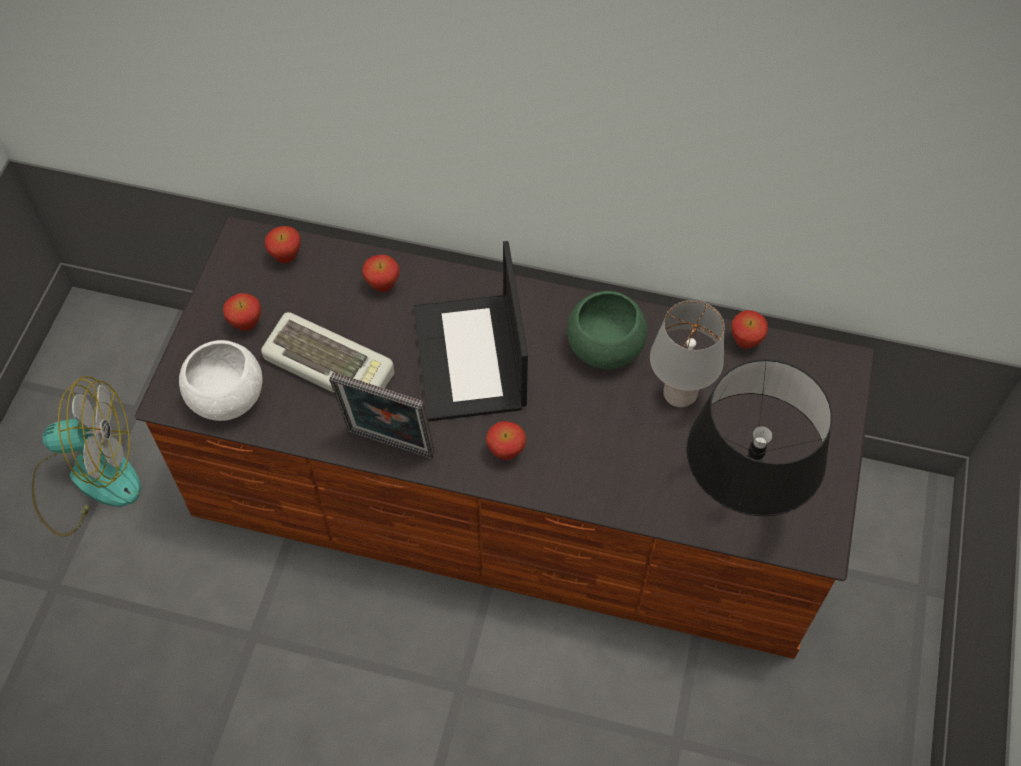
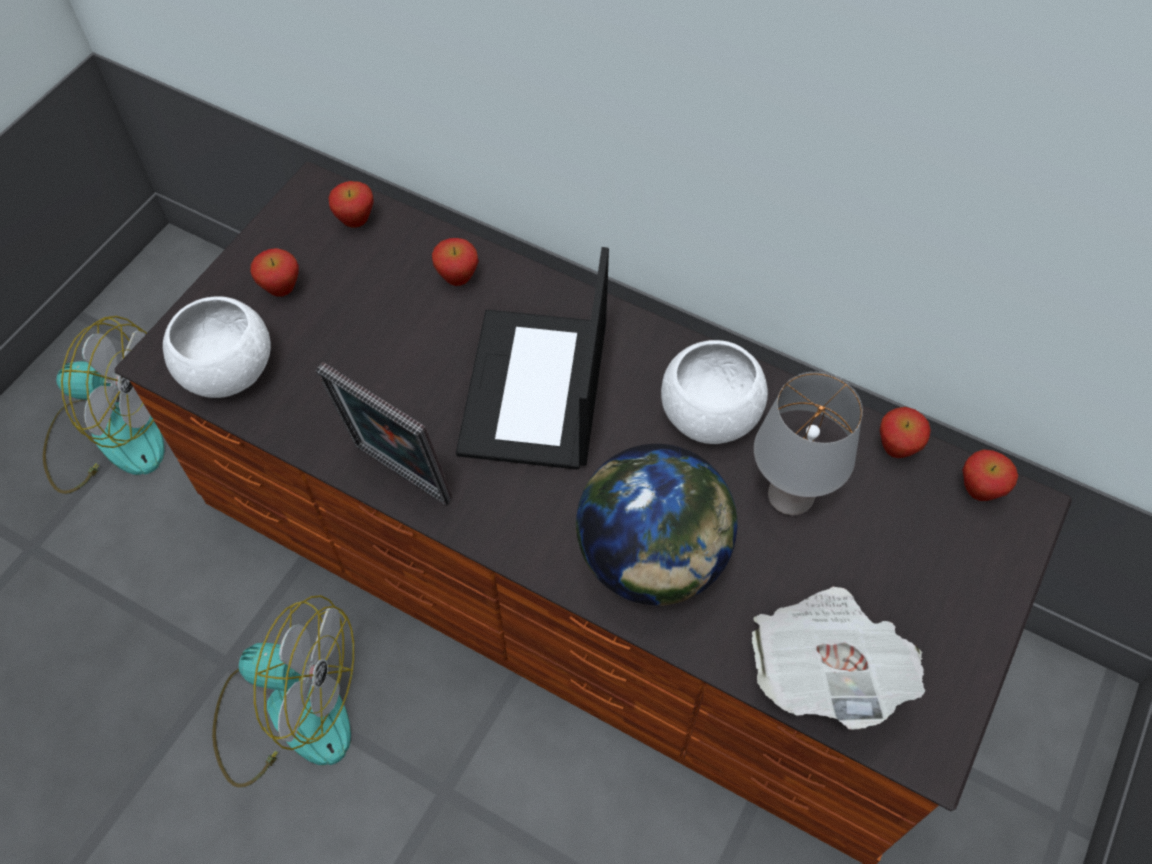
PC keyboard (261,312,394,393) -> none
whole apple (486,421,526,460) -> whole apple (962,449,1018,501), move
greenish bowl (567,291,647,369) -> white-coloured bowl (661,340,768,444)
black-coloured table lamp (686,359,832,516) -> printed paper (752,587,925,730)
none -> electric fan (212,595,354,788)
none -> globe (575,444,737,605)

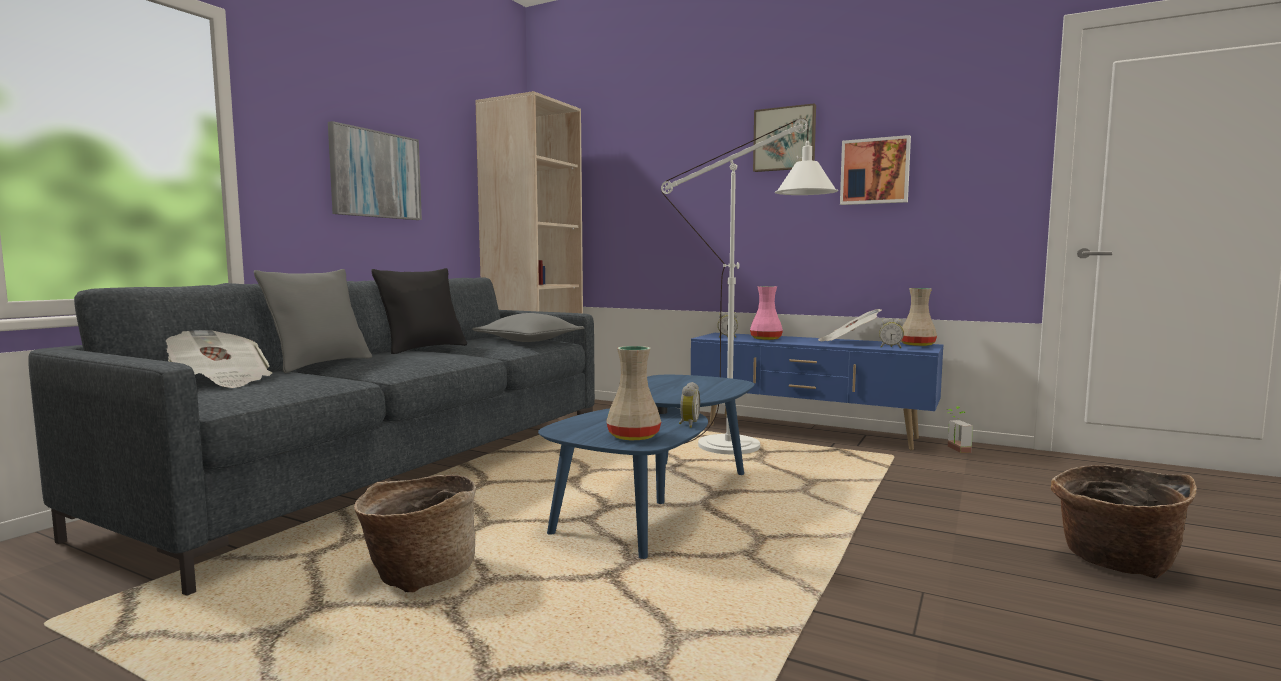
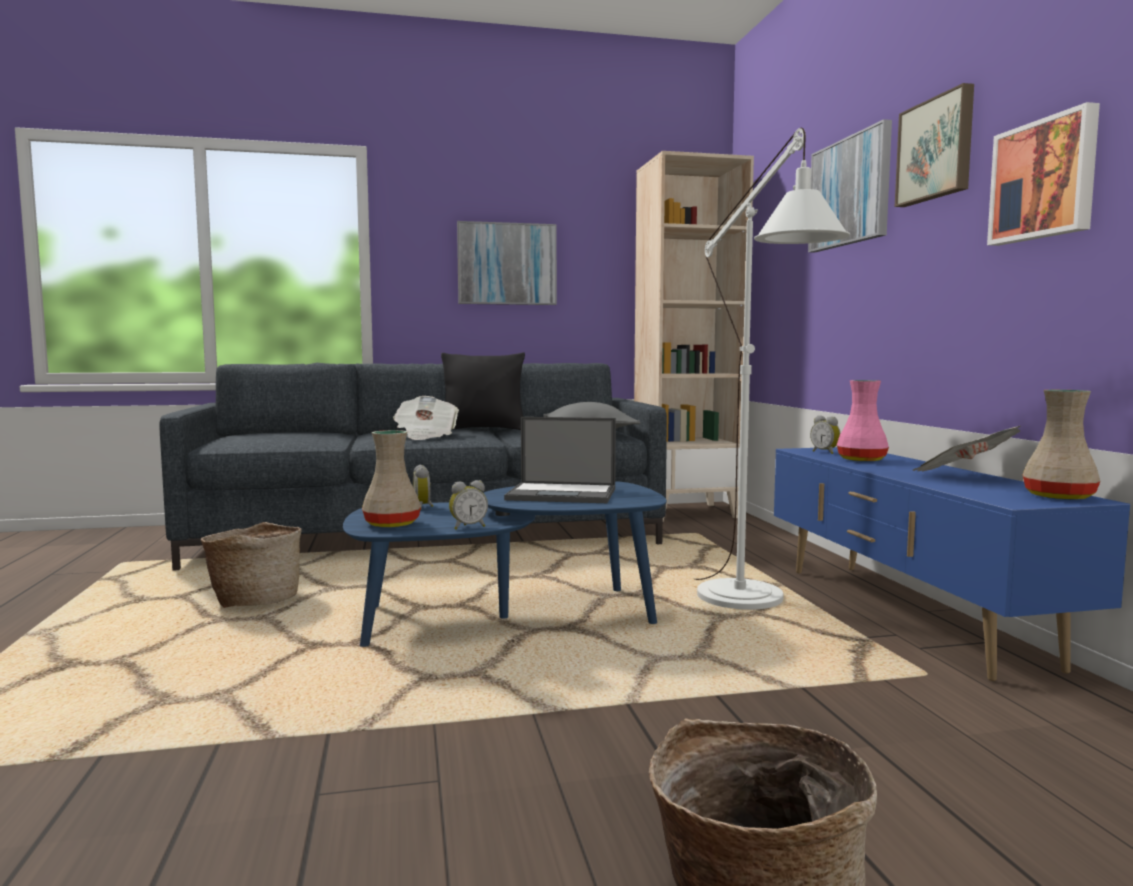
printed paper (166,330,272,388) -> printed paper (393,396,459,440), move
grey cushion (254,269,372,373) -> none
bedside clock (879,318,904,349) -> bedside clock (413,465,434,510), move
plant in a pot (948,406,973,453) -> none
none -> laptop (504,417,616,503)
none -> picture (808,119,892,252)

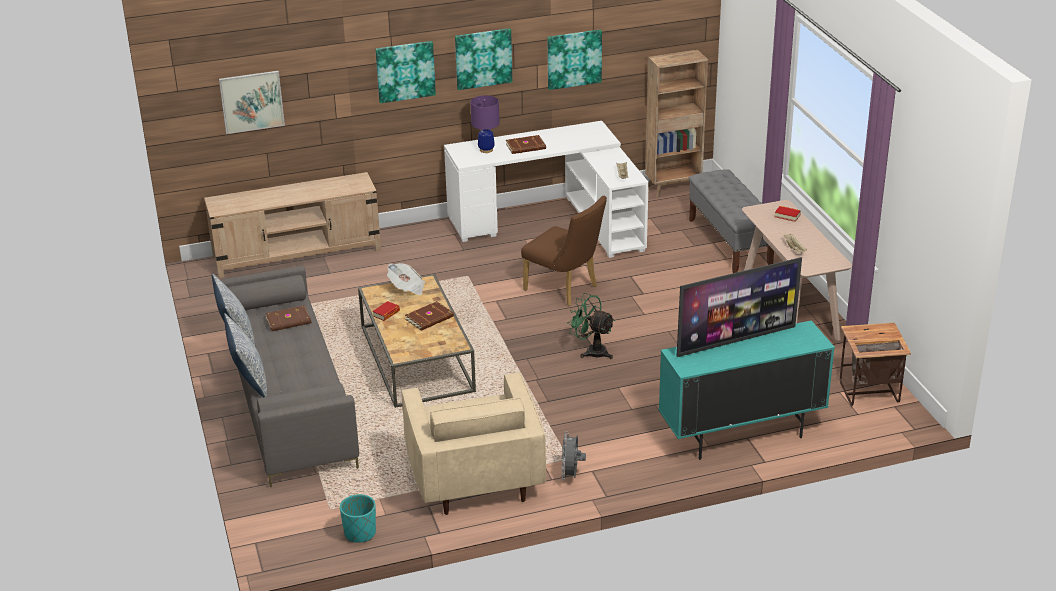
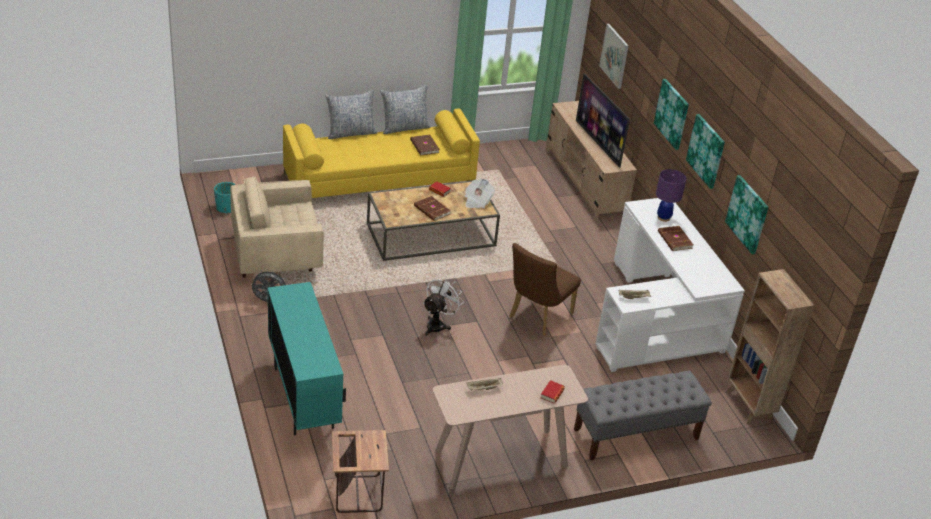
grey sofa (221,266,359,487) -> yellow-coloured sofa (283,109,480,198)
greenish electric fan (567,293,615,359) -> white-coloured electric fan (423,276,464,336)
TV (676,257,802,357) -> TV (576,73,630,168), move

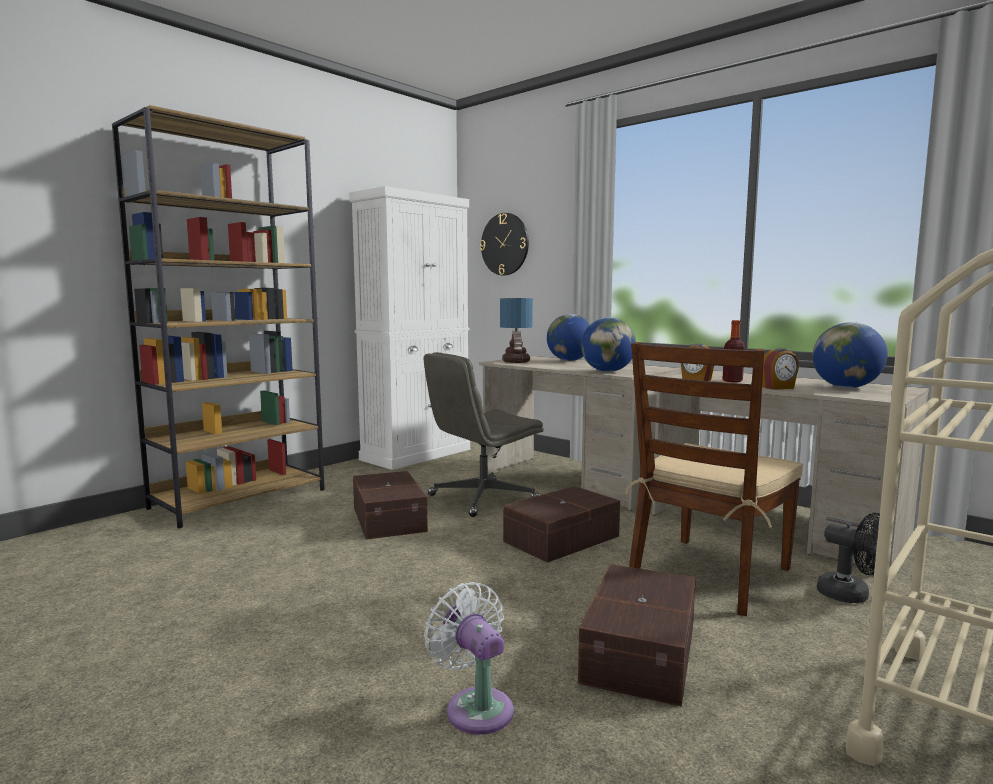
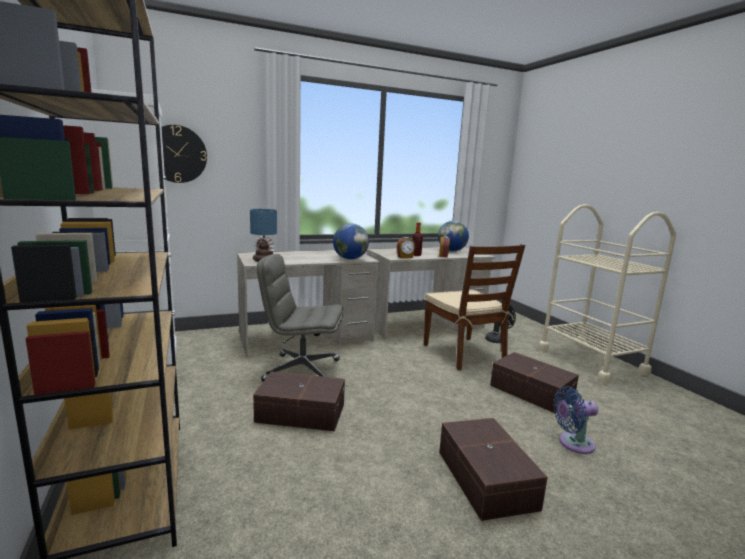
grey desk chair (424,352,544,517) -> grey desk chair (257,254,344,381), 105 degrees clockwise
white-coloured electric fan (424,582,514,735) -> bluish electric fan (553,386,598,454)
brownish storage bin (503,486,620,563) -> brownish storage bin (439,418,548,521), move
globe (547,314,590,361) -> none

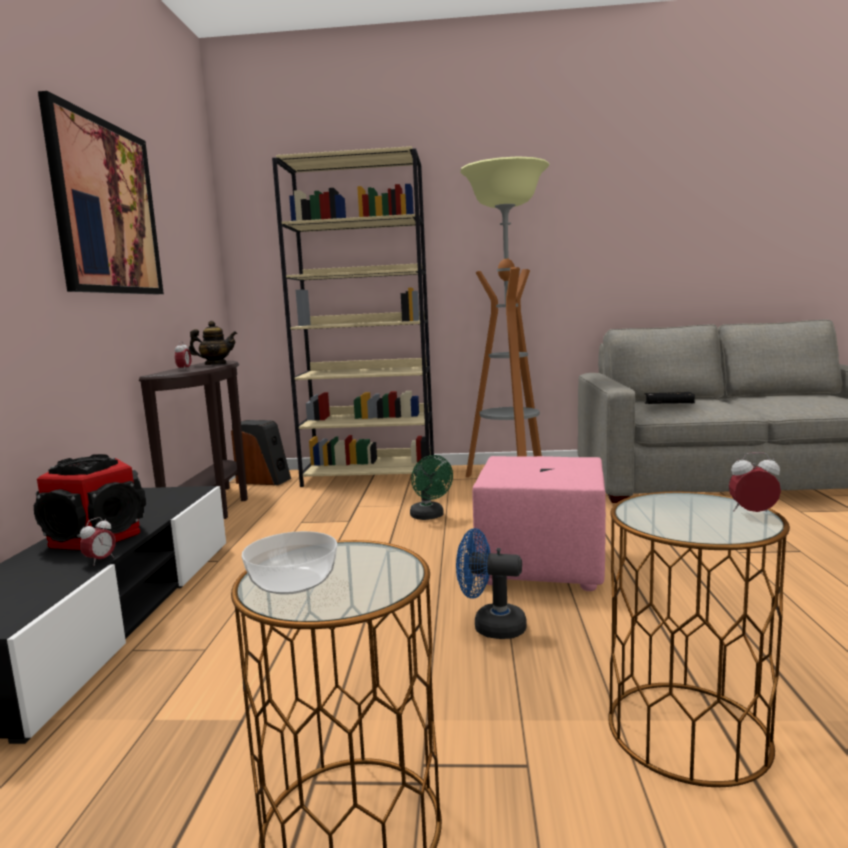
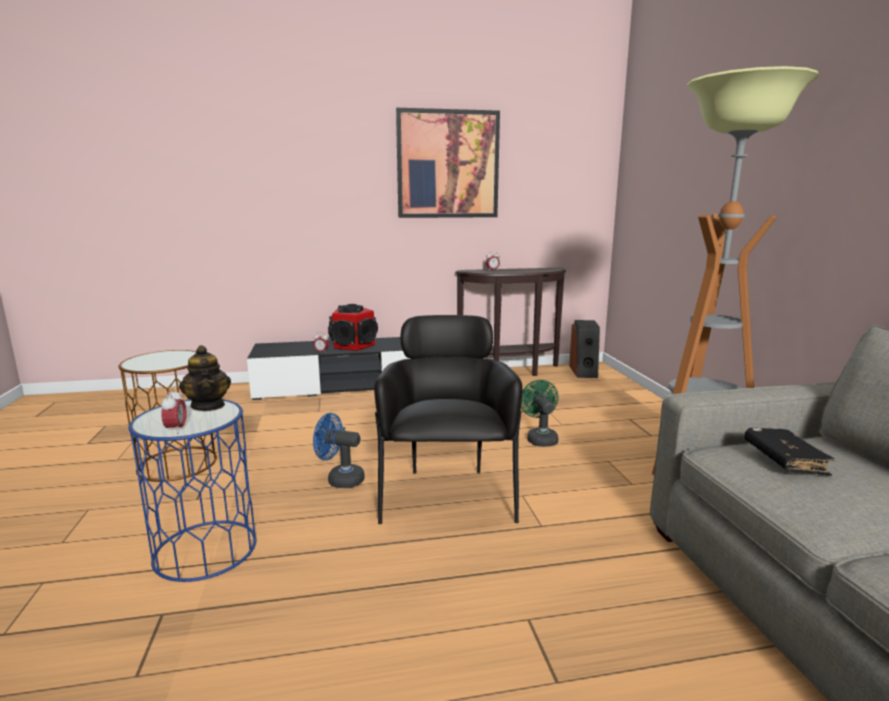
pot for tea (189,321,237,365) -> pot for tea (179,345,231,411), move
bowl (242,531,338,595) -> none
sand-coloured bookshelf (272,146,434,487) -> none
greenish electric fan (410,455,453,520) -> greenish electric fan (521,380,559,447), 120 degrees clockwise
bluish electric fan (456,528,526,639) -> bluish electric fan (313,413,365,488), 75 degrees counterclockwise
pink pouffe (472,456,606,591) -> black-coloured armchair (374,315,523,524)
brownish end table (608,492,790,787) -> bluish end table (129,399,256,582)

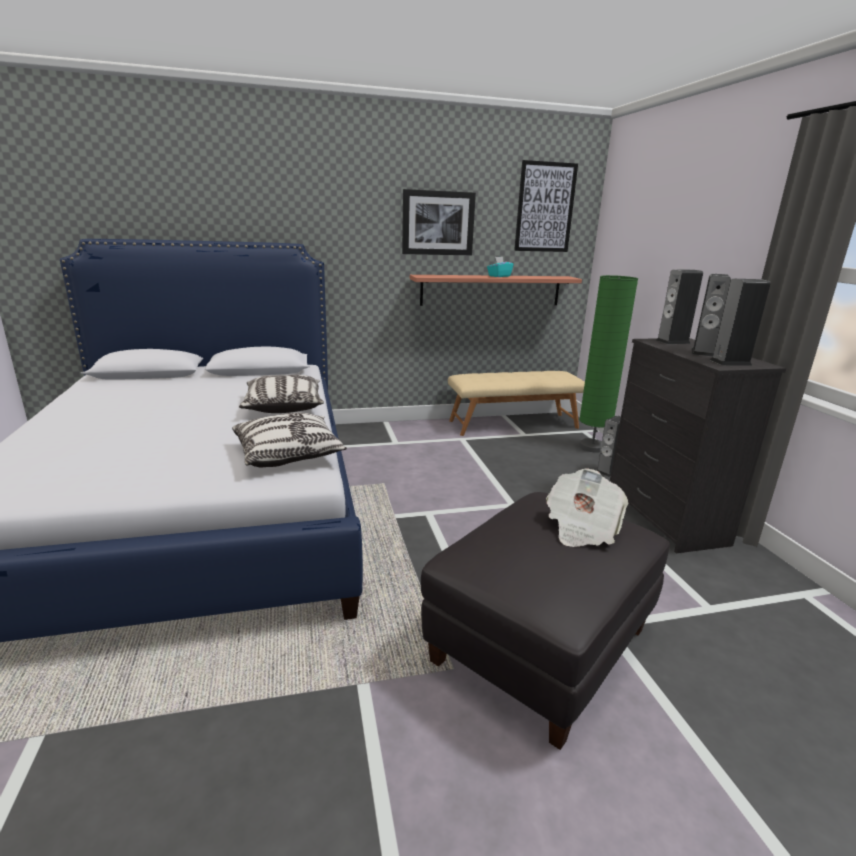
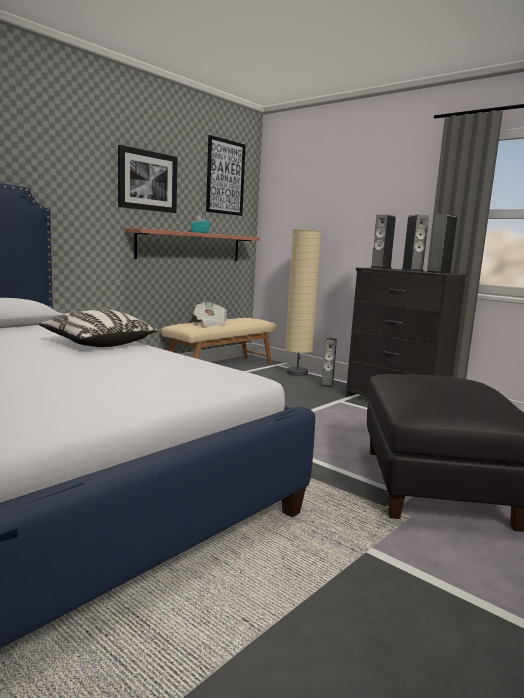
cushion (232,413,347,467) -> none
printed paper (546,468,628,547) -> printed paper (193,302,227,327), move
greenish standard lamp (579,275,638,453) -> sand-coloured standard lamp (285,229,322,376)

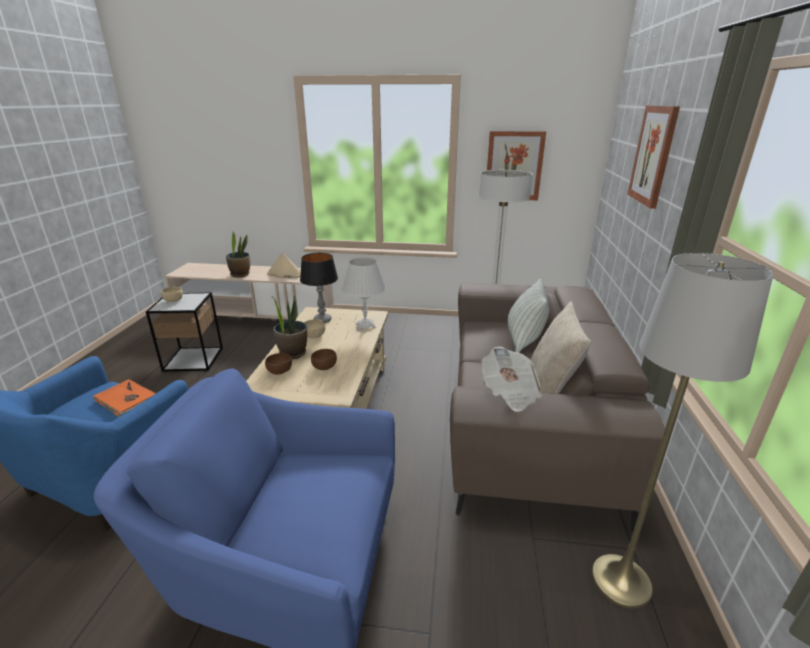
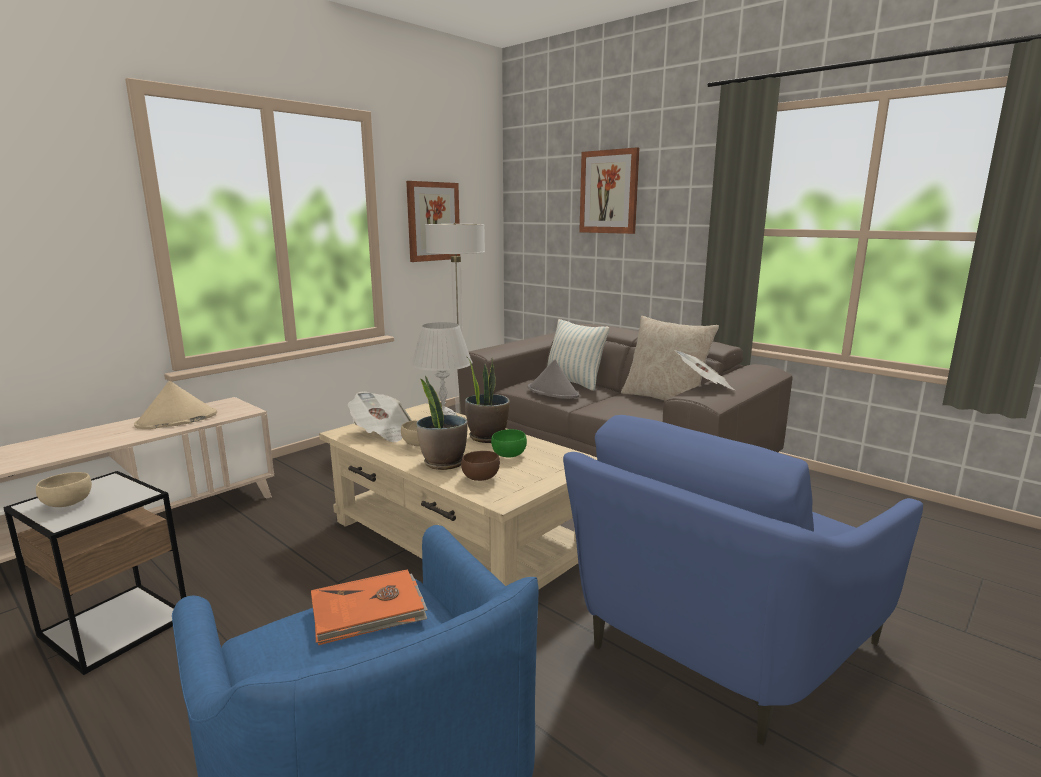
plant in a pot (226,231,250,277) -> plant in a pot (465,357,510,443), move
table lamp (300,253,338,323) -> printed paper (348,391,412,443)
brownish bowl (311,349,337,370) -> greenish bowl (491,429,527,457)
grey standard lamp (592,253,774,609) -> none
none -> grey wearable hat (528,359,580,399)

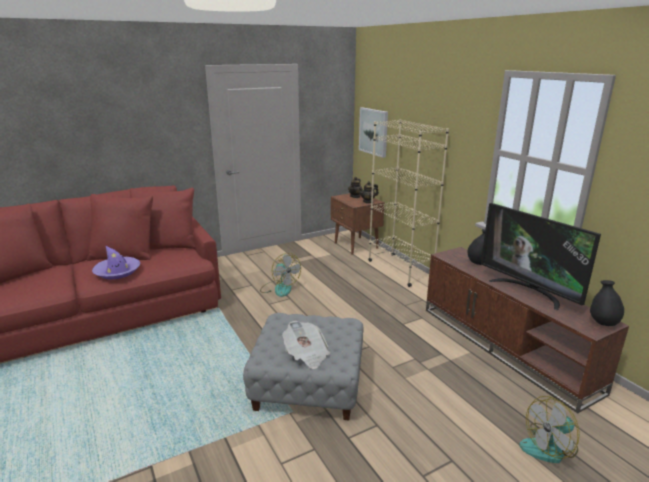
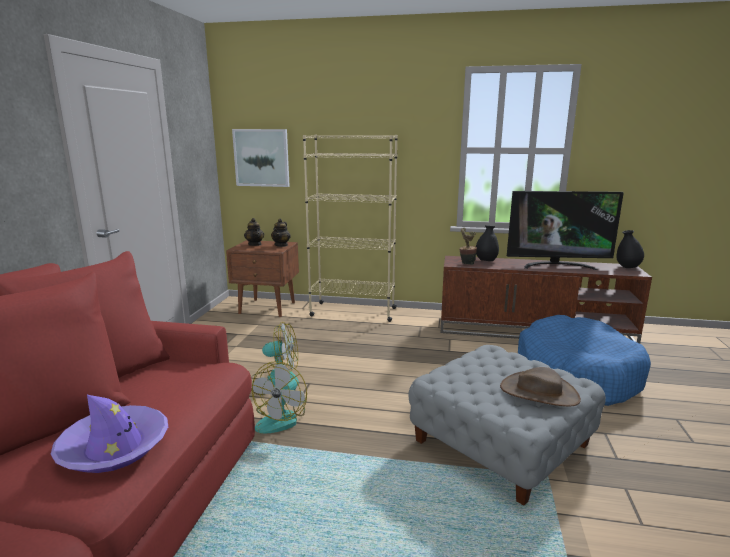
printed paper (282,321,330,369) -> brownish wearable hat (500,367,581,407)
electric fan (519,396,580,463) -> electric fan (252,361,307,434), move
none -> plant in a pot (459,228,477,265)
none -> bluish dog bed (518,315,651,406)

